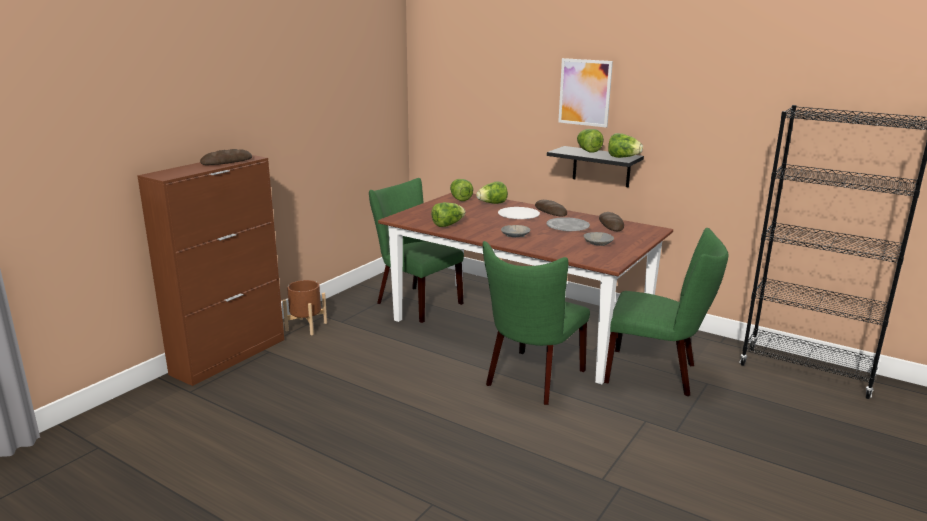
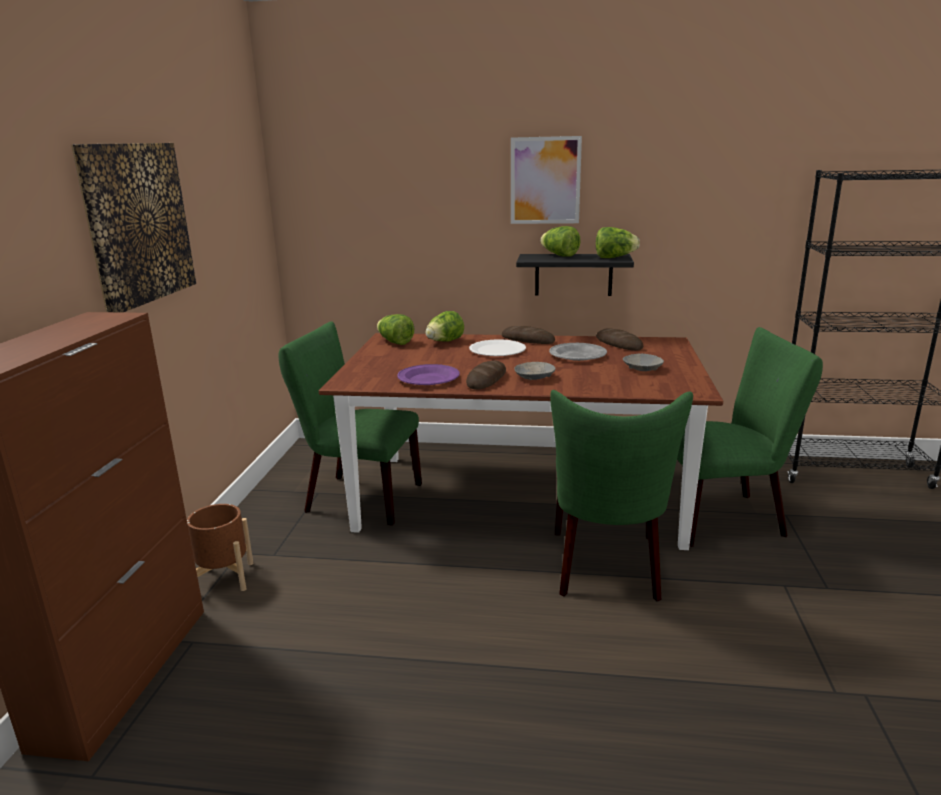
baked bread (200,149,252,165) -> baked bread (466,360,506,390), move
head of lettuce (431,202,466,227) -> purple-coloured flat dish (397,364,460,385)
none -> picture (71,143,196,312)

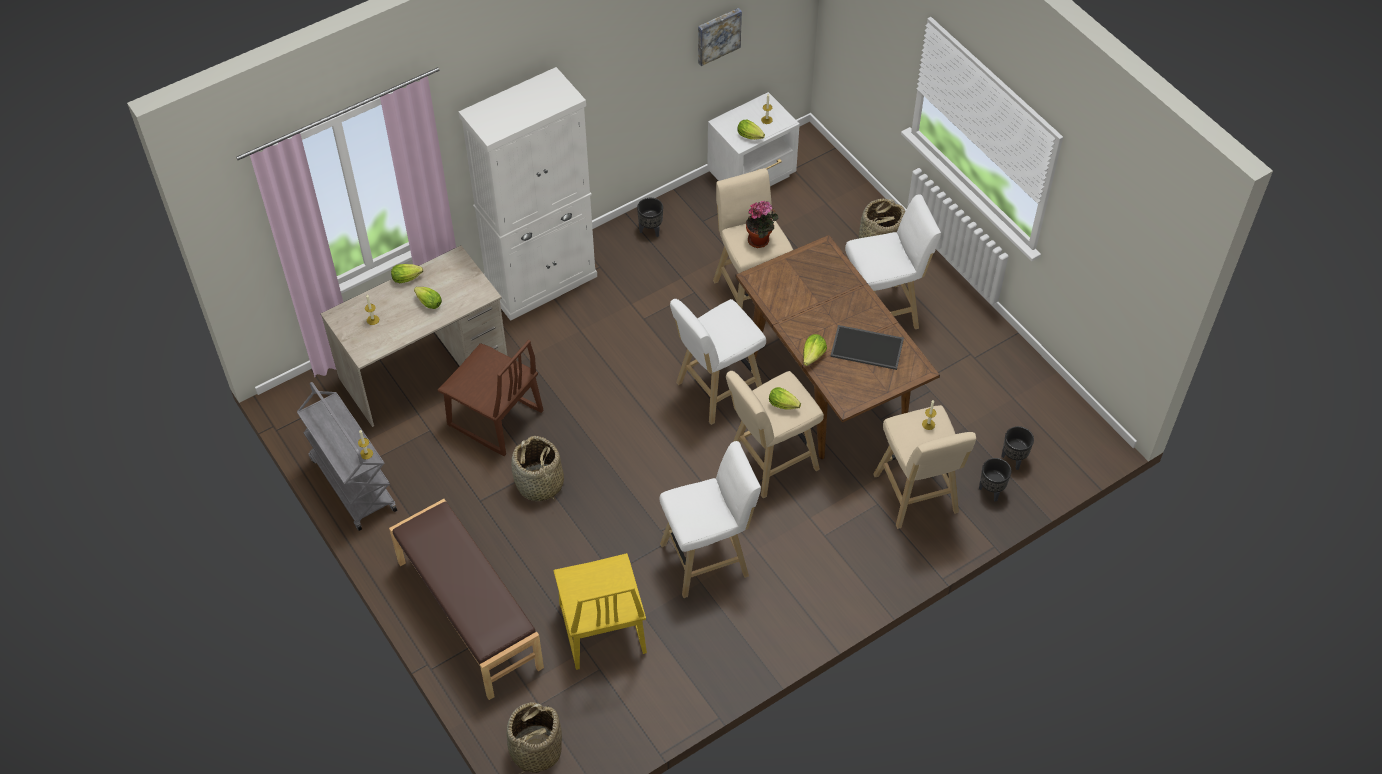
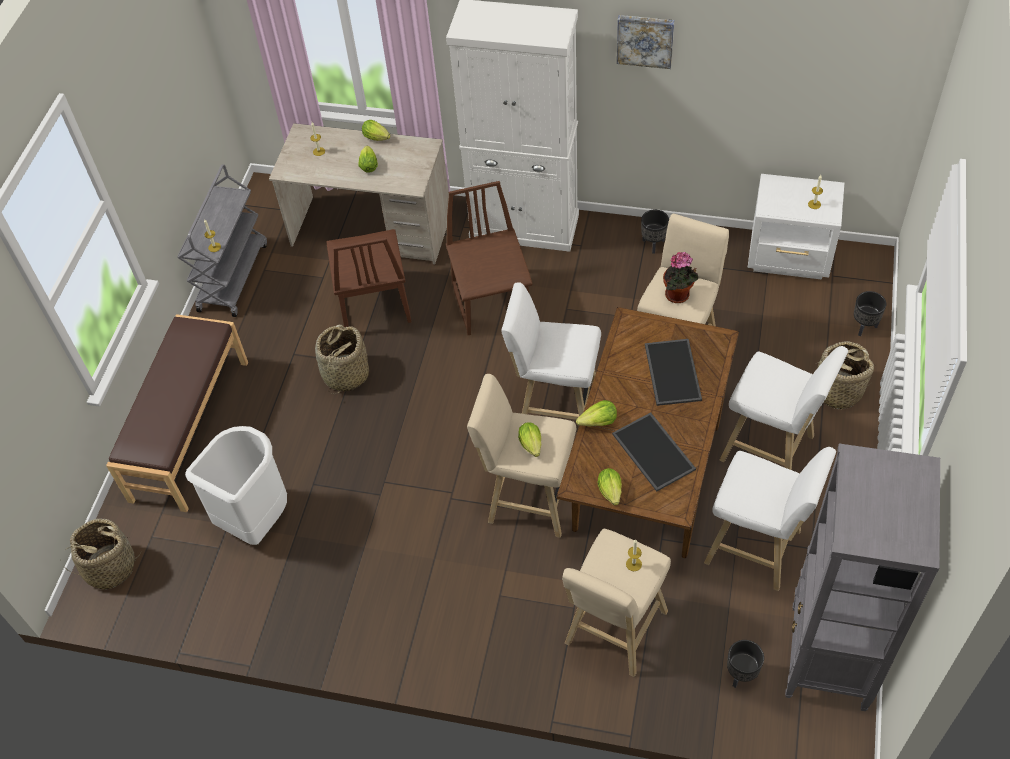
yellow-coloured upright chair (553,553,647,670) -> white-coloured rubbish bin (185,426,287,545)
white-coloured sitting stool (660,441,761,598) -> white-coloured sitting stool (704,447,836,591), move
picture (698,8,742,66) -> picture (617,15,674,69), move
head of lettuce (737,120,765,140) -> head of lettuce (597,468,622,506), move
black-coloured flower pot (979,458,1011,502) -> black-coloured flower pot (854,291,886,336), move
none -> brownish upright chair (446,181,533,335)
none -> serving tray (645,339,702,406)
none -> grey bookshelf (785,443,940,711)

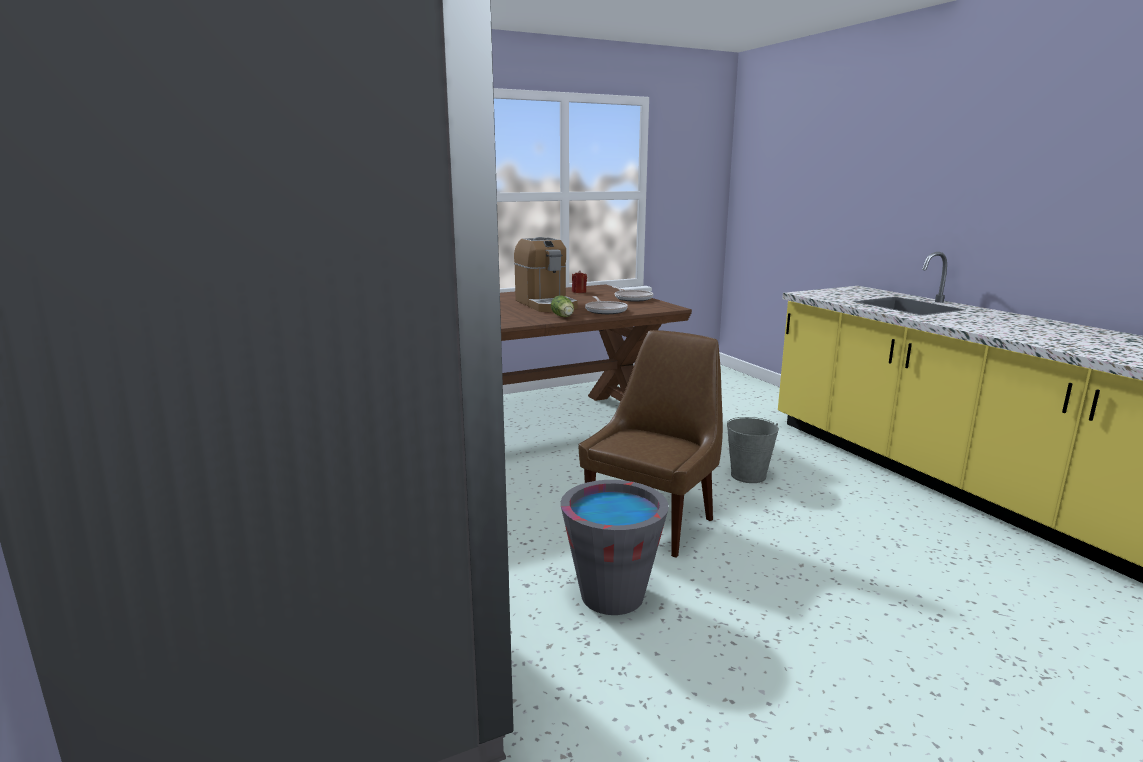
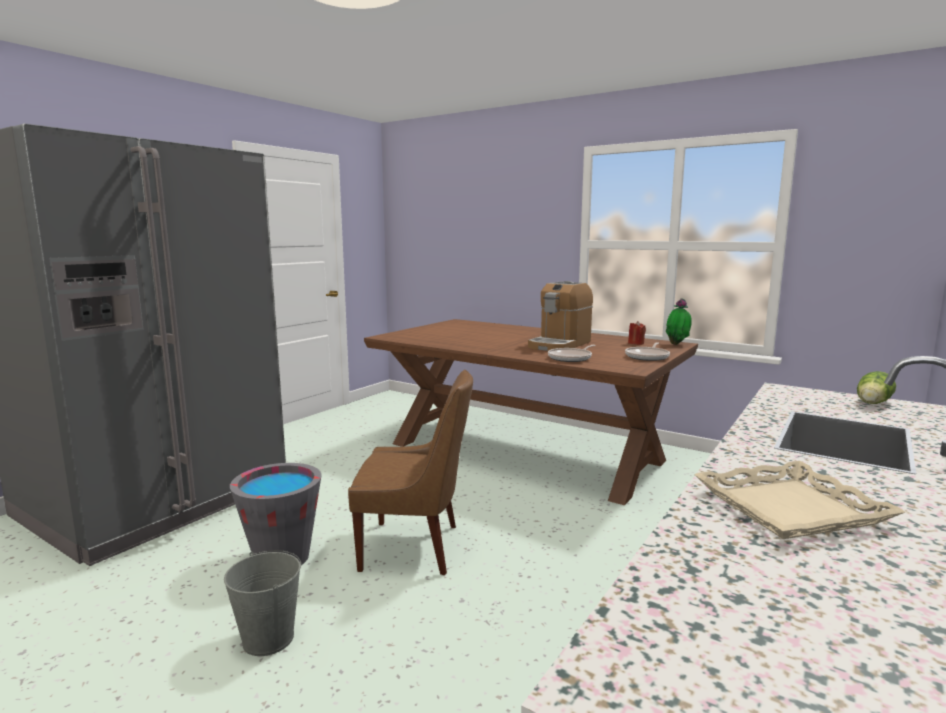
head of lettuce (551,295,574,317) -> head of lettuce (857,371,896,404), move
grey bucket (727,417,779,483) -> grey bucket (224,550,301,656), move
none -> plant in a pot (666,298,692,345)
none -> sand-coloured serving tray (694,461,905,539)

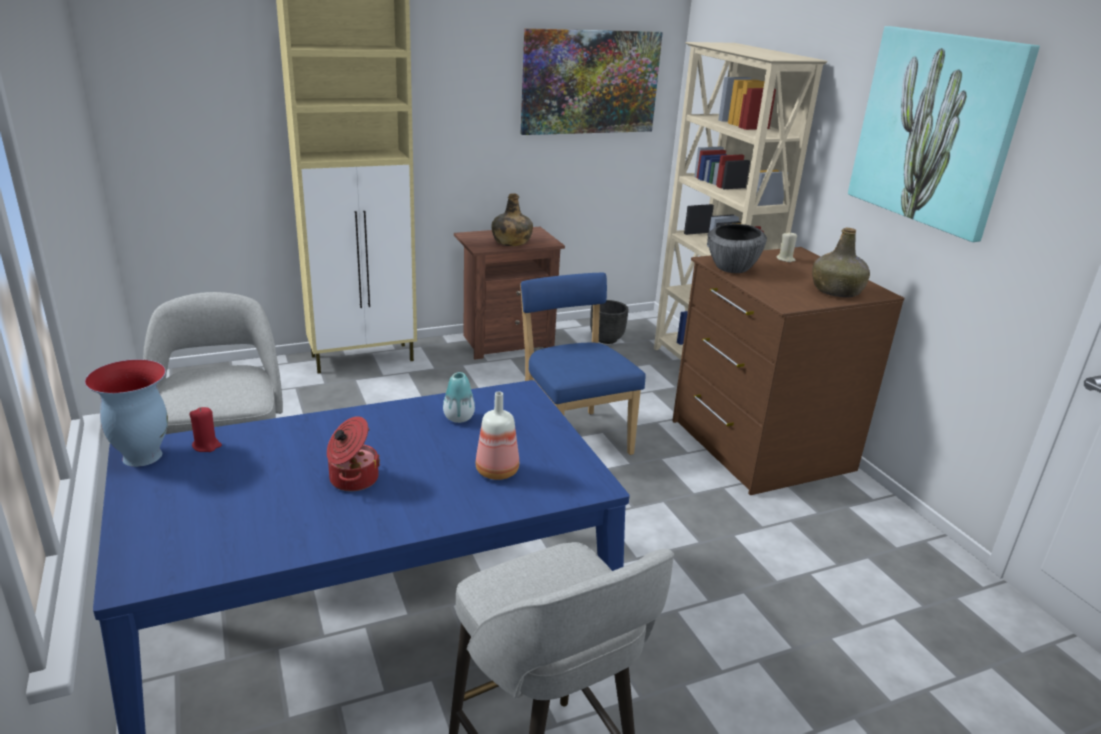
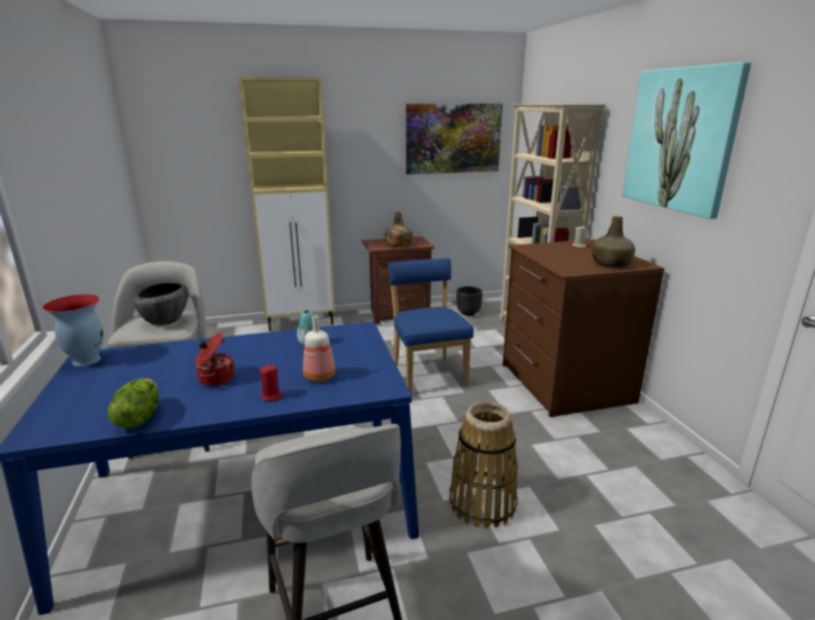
red-coloured wax candle (190,407,222,452) -> red-coloured wax candle (260,365,283,401), move
bowl (708,224,767,273) -> bowl (133,283,188,325), move
none -> head of lettuce (107,379,159,429)
none -> household basket (449,402,518,529)

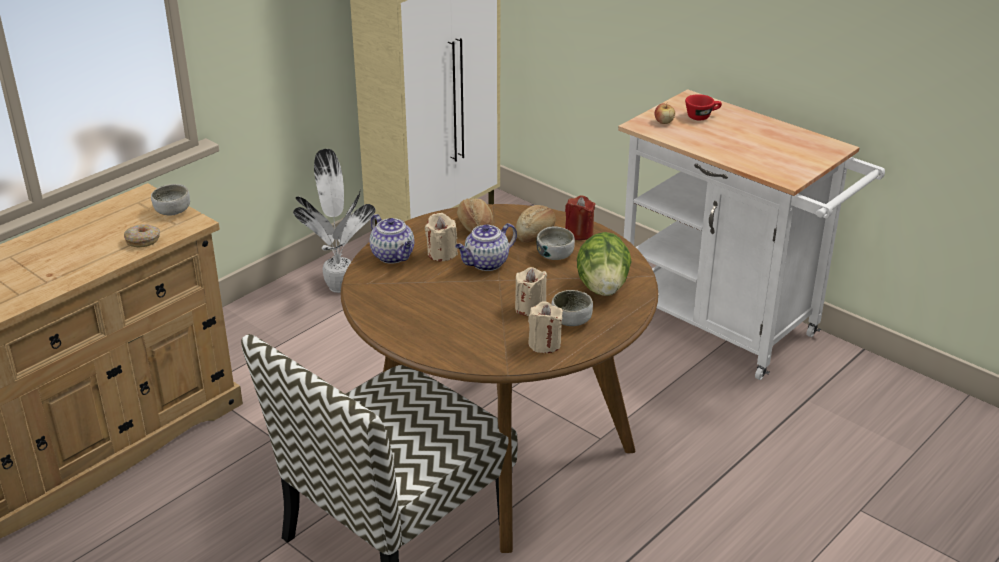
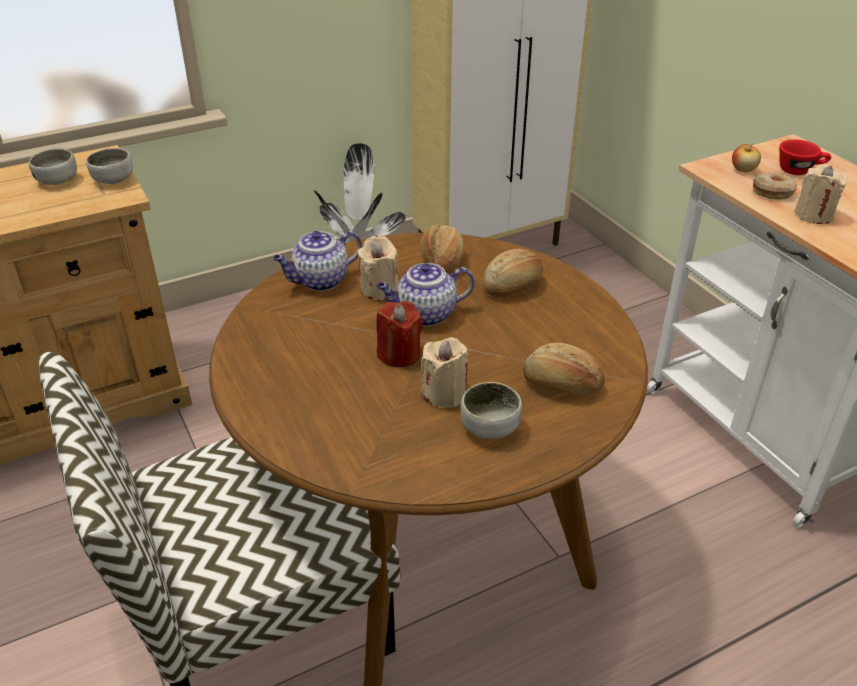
donut (124,224,160,247) -> donut (753,172,797,200), move
pot for tea (370,214,414,264) -> pot for tea (273,231,362,291), 75 degrees clockwise
sand-coloured wax candle (528,301,563,353) -> sand-coloured wax candle (794,165,847,224), move
bowl (537,226,575,260) -> bowl (29,148,77,185), move
red-coloured wax candle (565,195,595,240) -> red-coloured wax candle (376,301,423,367), move
head of lettuce (577,232,632,296) -> baked bread (523,343,605,395)

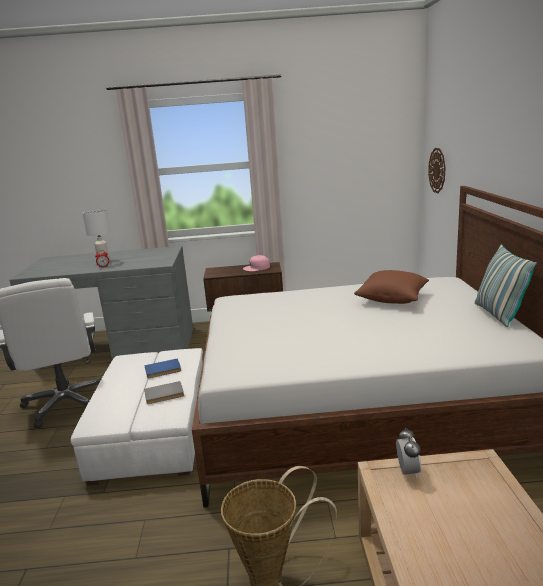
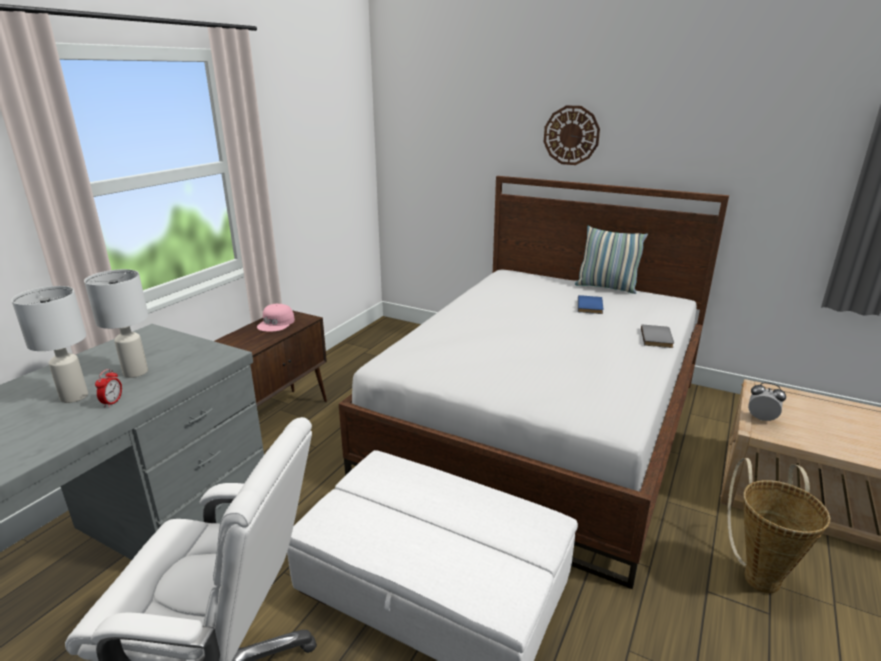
grey book (144,381,184,404) -> grey book (641,325,674,348), move
bluish book (145,358,181,378) -> bluish book (578,295,603,314), move
brownish cushion (354,270,429,304) -> none
hanging clock (428,148,446,193) -> hanging clock (544,105,600,165), move
none -> white-coloured table lamp (84,269,148,378)

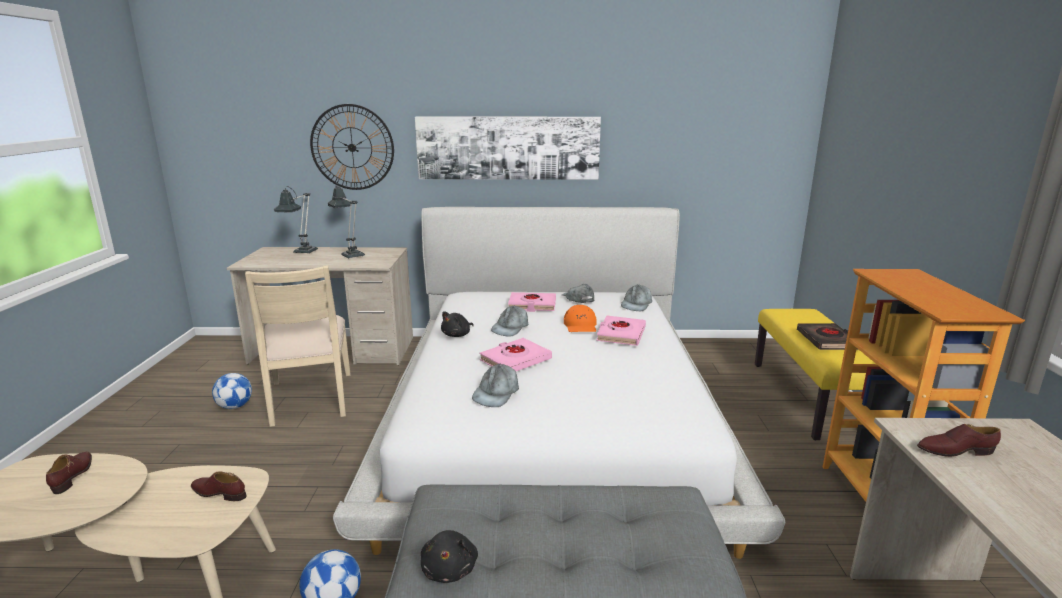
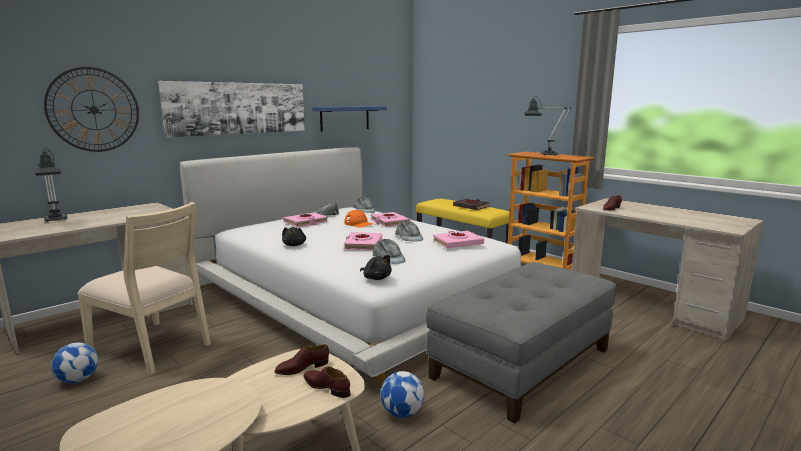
brownish shoe (46,452,92,494) -> brownish shoe (304,366,350,398), move
table lamp (328,183,365,259) -> table lamp (524,96,571,156), move
black-coloured soft toy (421,530,478,583) -> black-coloured soft toy (360,255,392,280), move
grey baseball cap (491,305,528,336) -> grey baseball cap (395,220,423,241), move
none -> bluish bracket shelf (312,106,387,131)
none -> pink book (433,231,484,248)

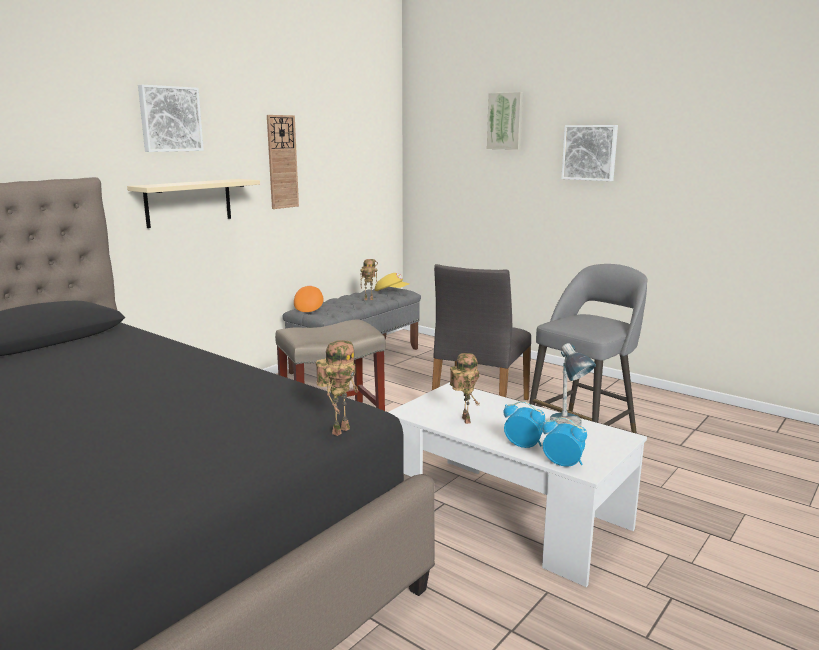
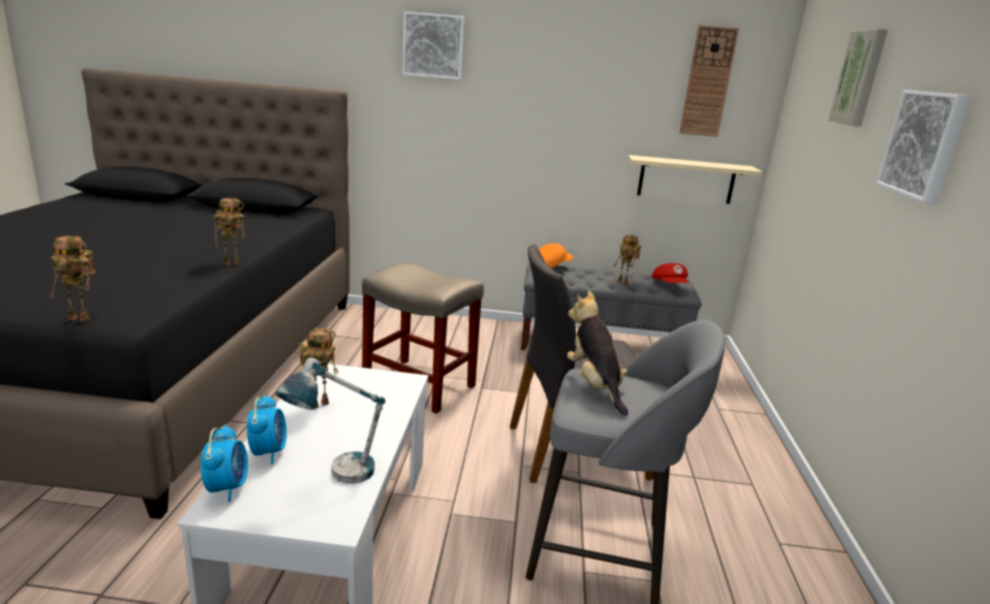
sand-coloured bracket shelf (127,179,260,228) -> sand-coloured bracket shelf (628,155,762,204), move
hanging clock (267,115,299,209) -> hanging clock (680,25,739,137), move
yellow-coloured baseball cap (375,273,409,291) -> red-coloured baseball cap (652,263,689,283)
none -> robot figure (214,198,245,265)
none -> soft toy (567,291,628,416)

